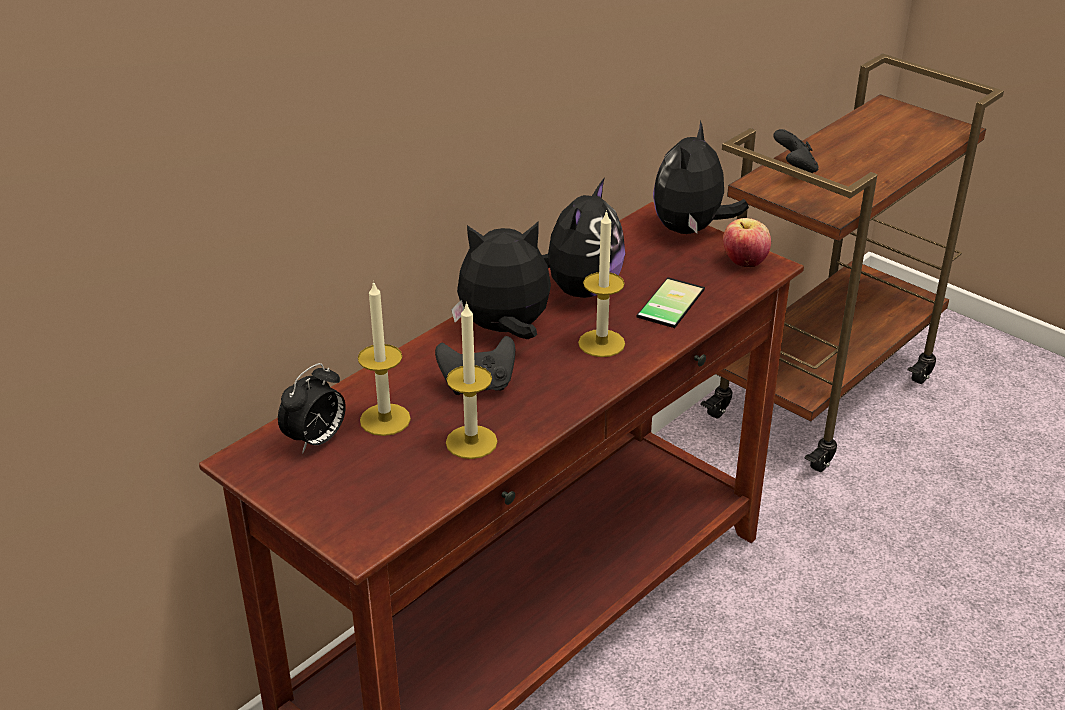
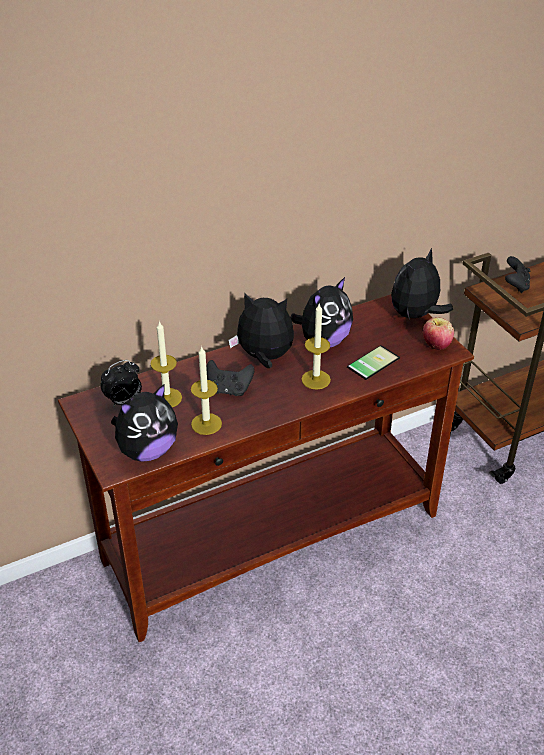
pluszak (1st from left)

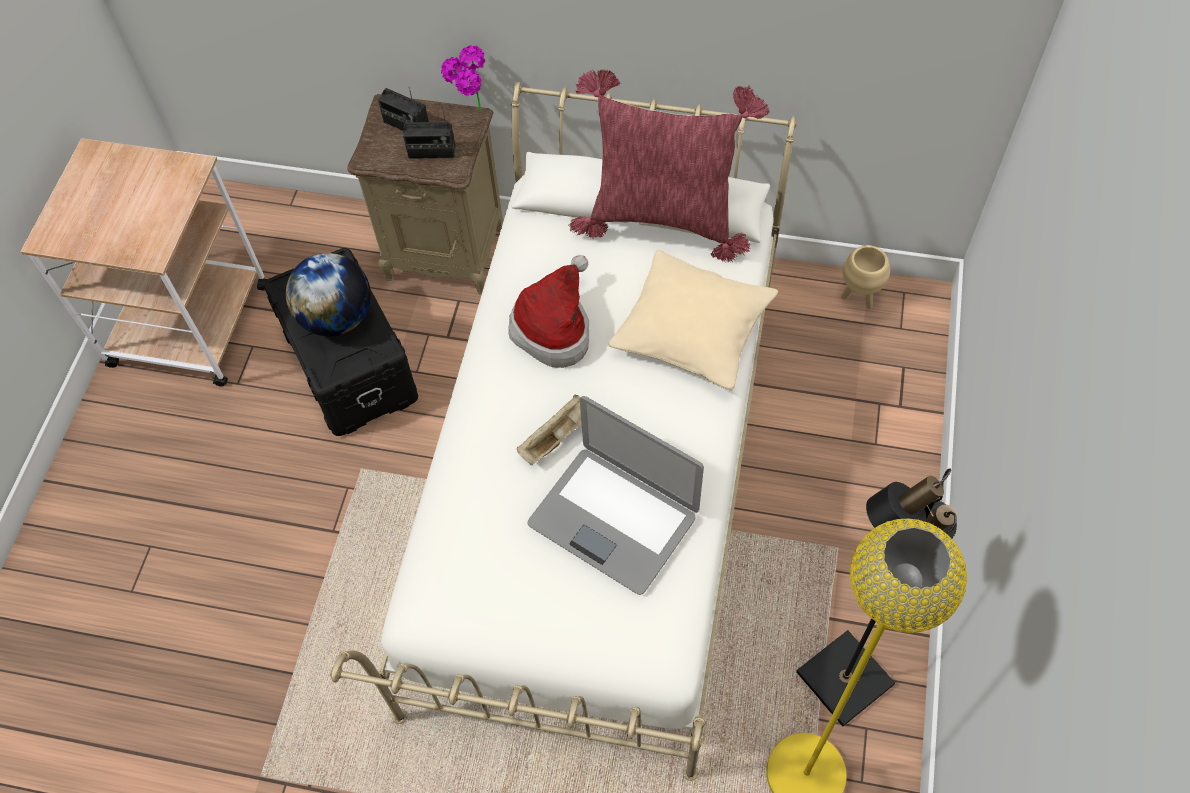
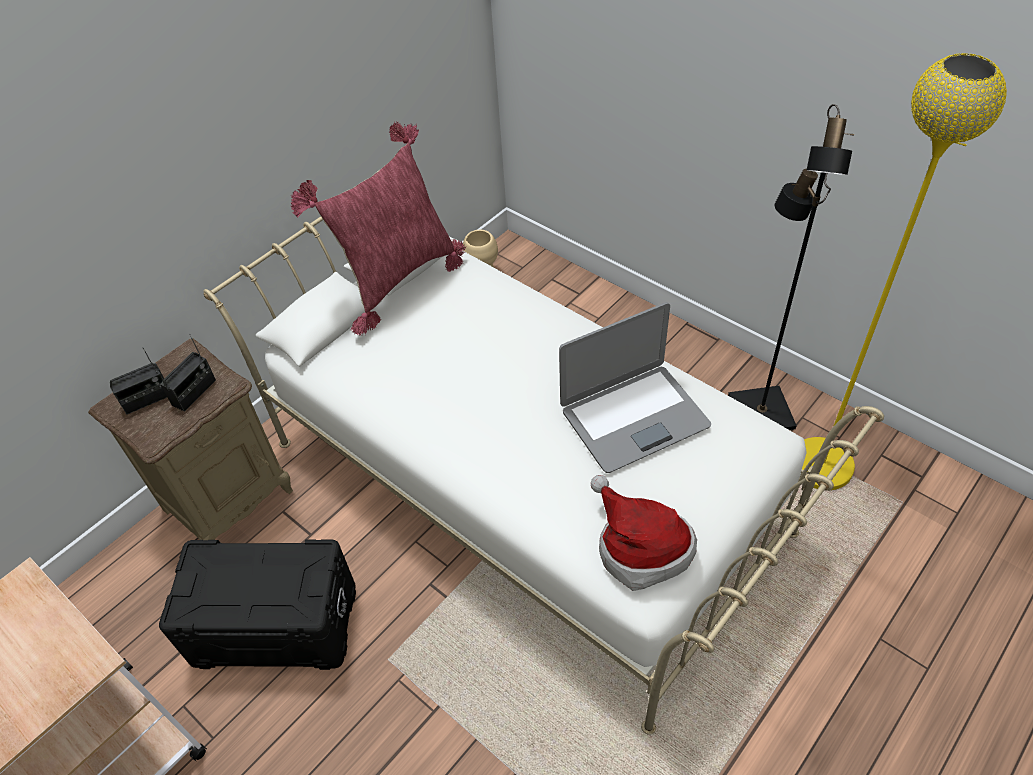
globus
roślina doniczkowa
taca/beżowy
poduszka/beżowy
kapelusz

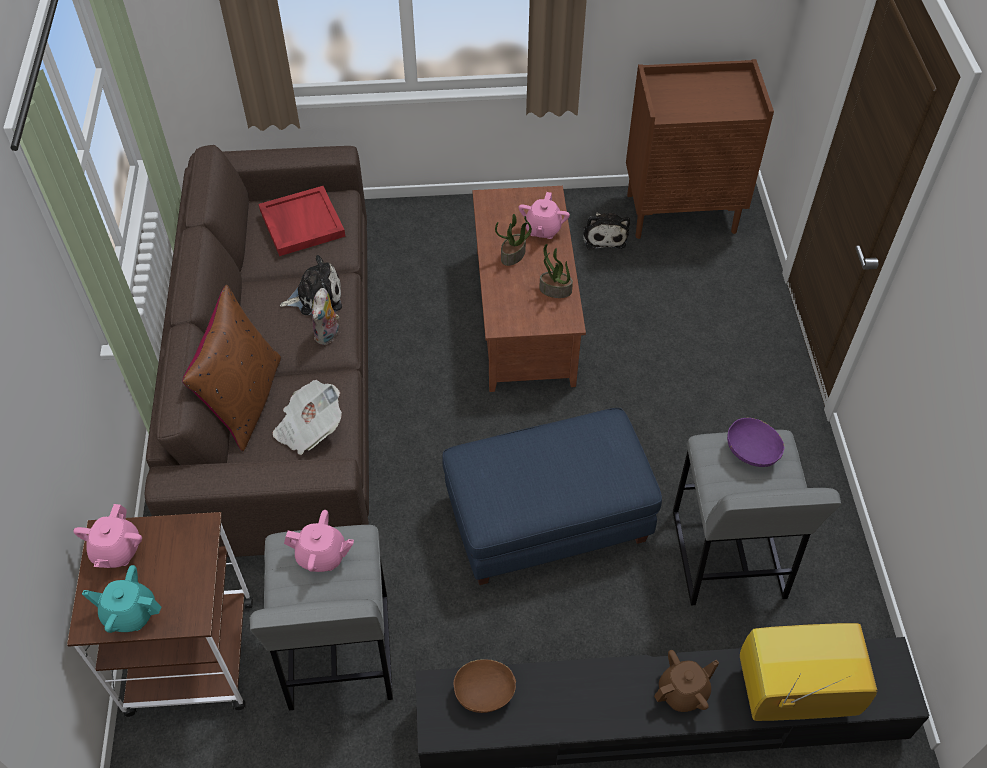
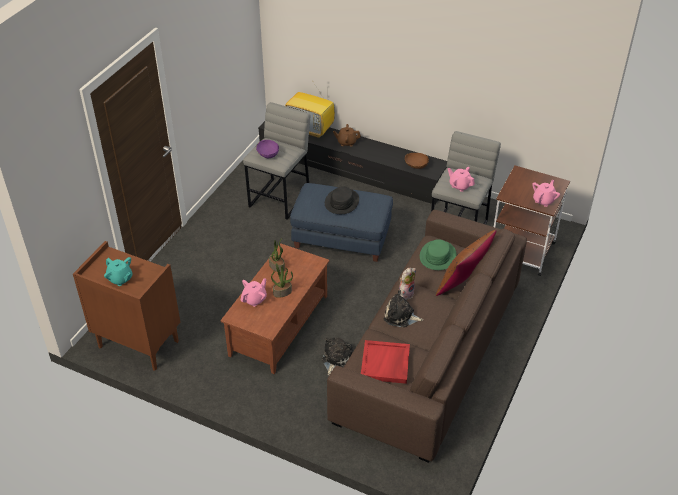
kapelusz/czarny
imbryk/turkusowy
pluszak (1st from left)
kapelusz/zielony

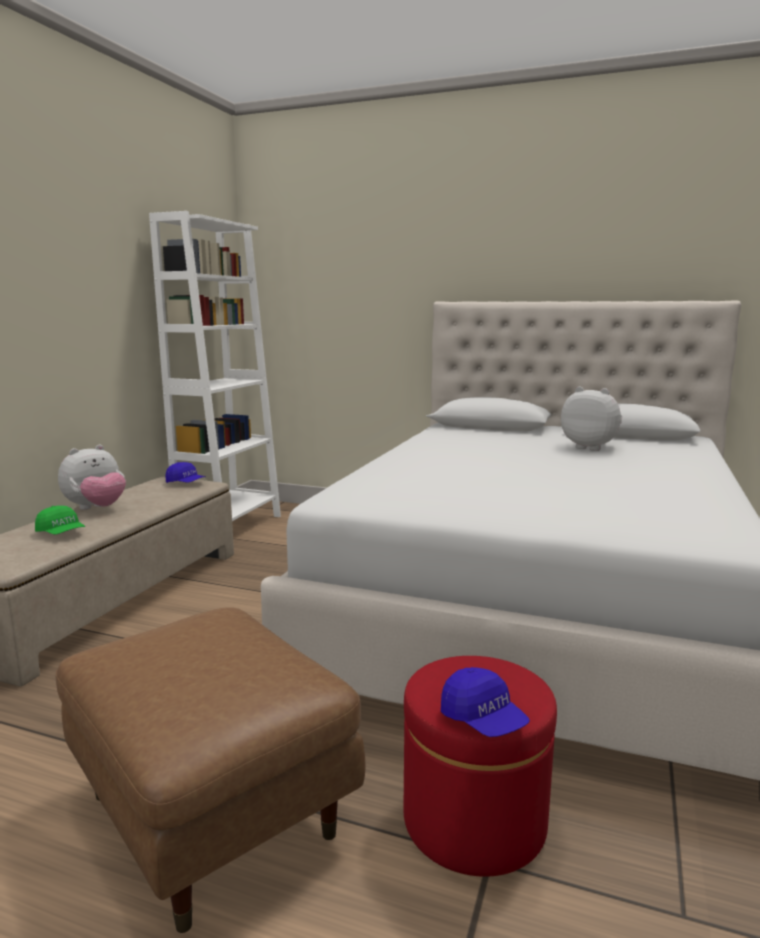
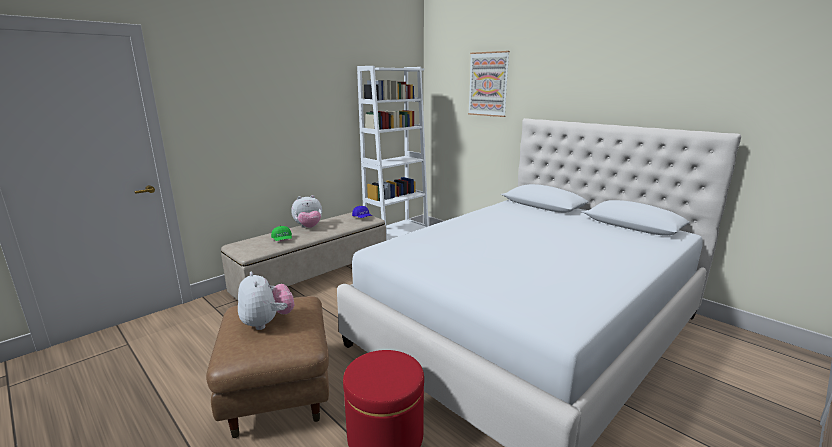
czapka z daszkiem/niebieski (2nd from left in the first image)
obraz
pluszak (1st from left)

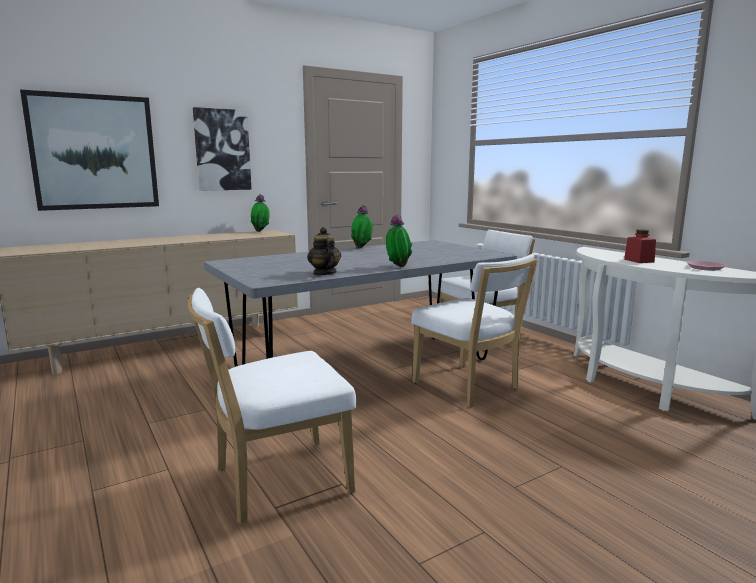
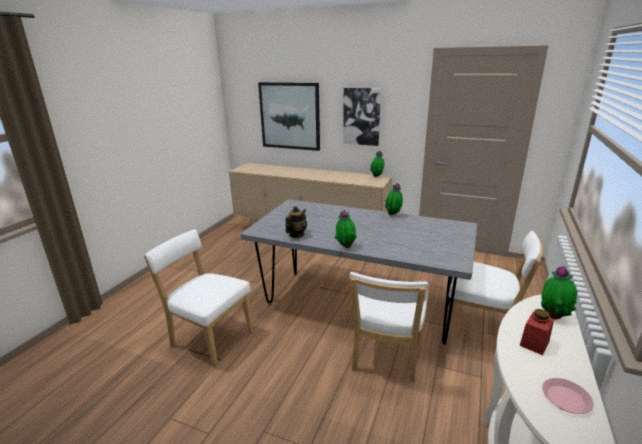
roślina doniczkowa (4th from left)

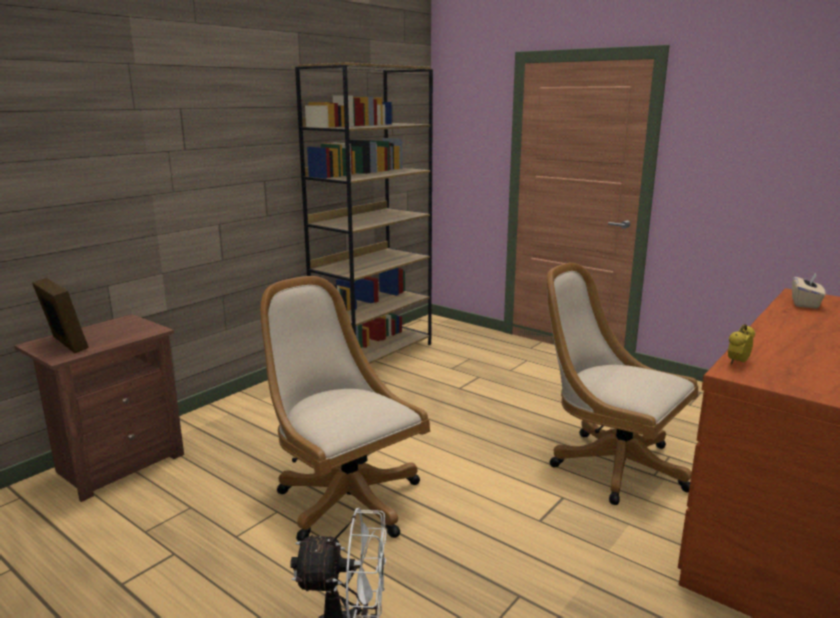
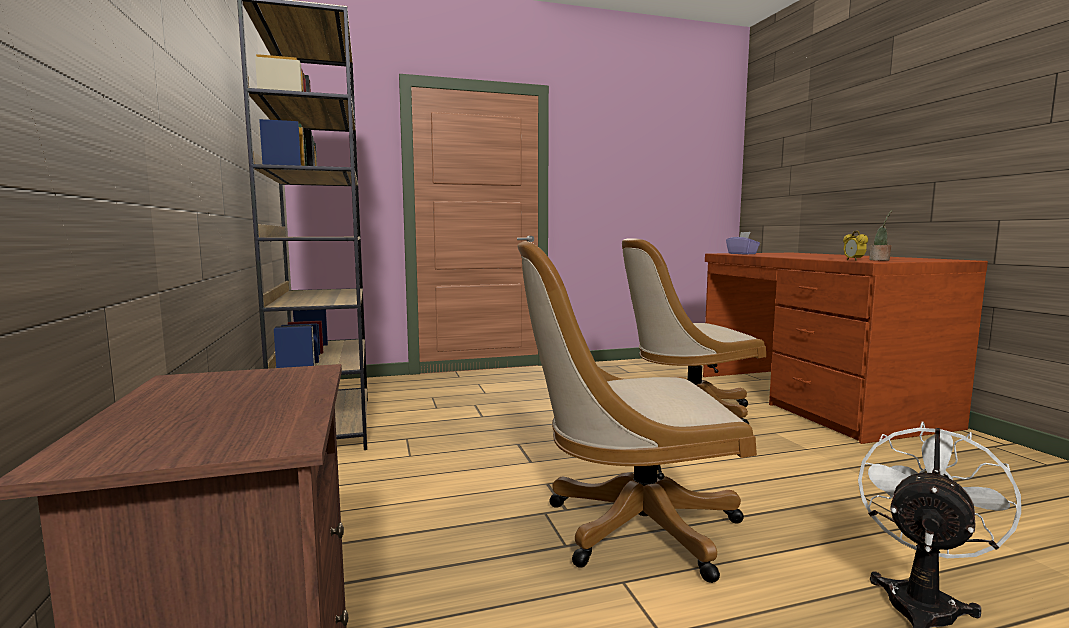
ramka na zdjęcie
roślina doniczkowa
pudełko chusteczek/fioletowy

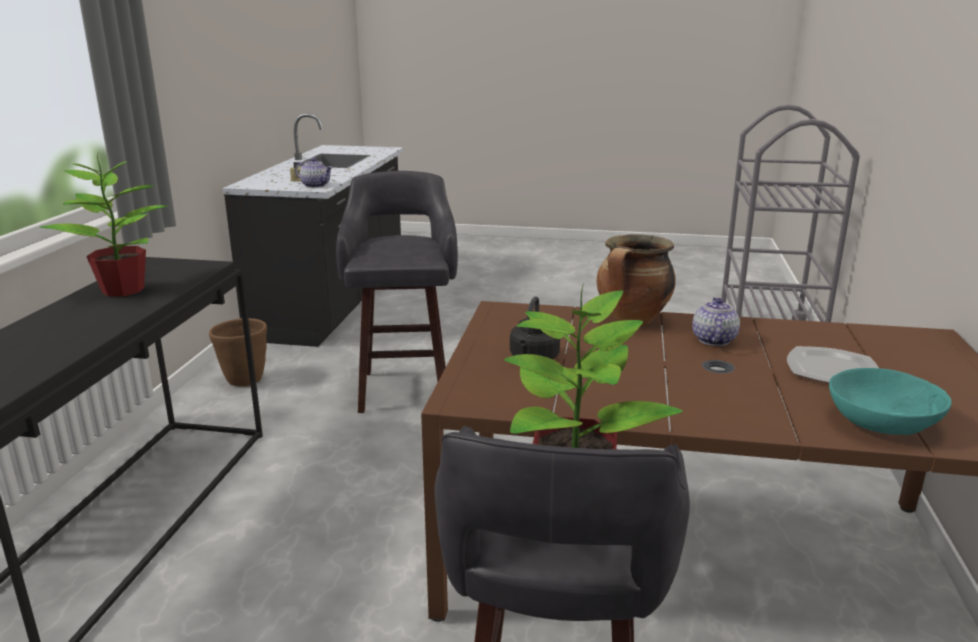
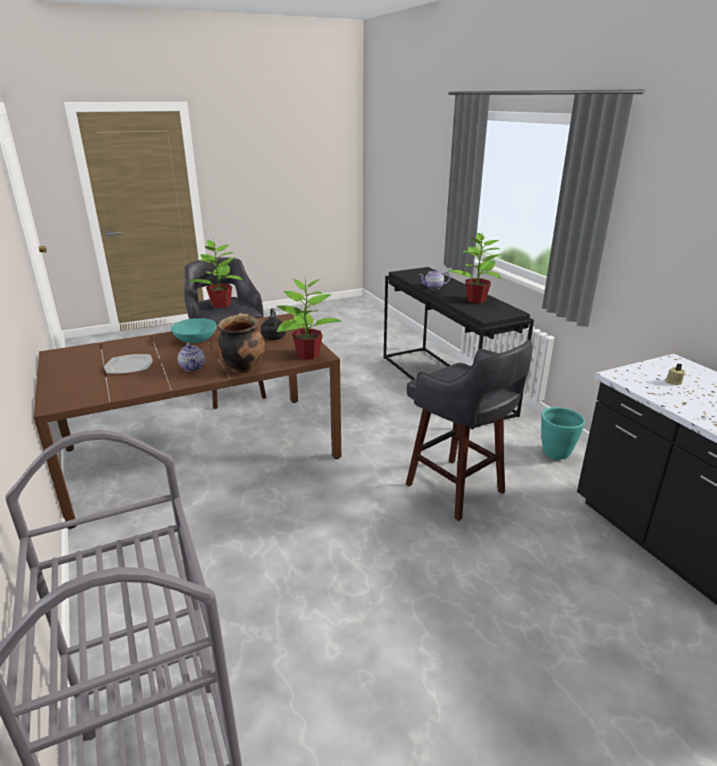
roślina doniczkowa (2nd from left)
imbryk (2nd from left)
miska/turkusowy
donica/turkusowy

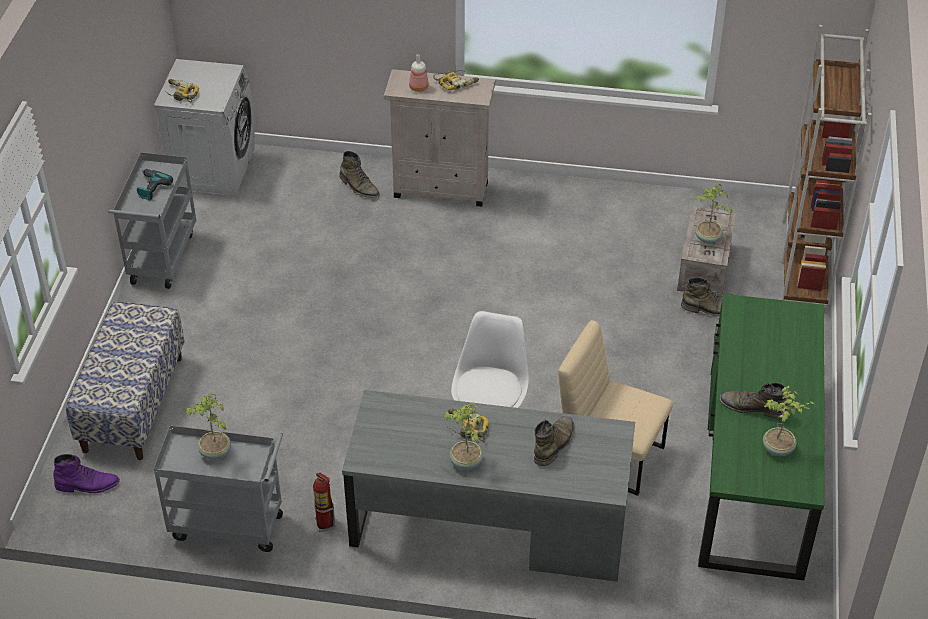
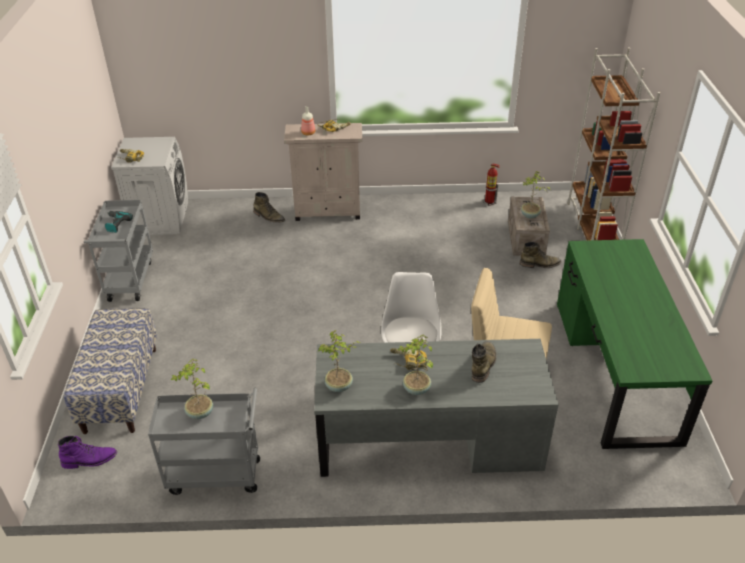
but z cholewką/zielony (4th from left in the first image)
gaśnica
roślina doniczkowa (2nd from left)

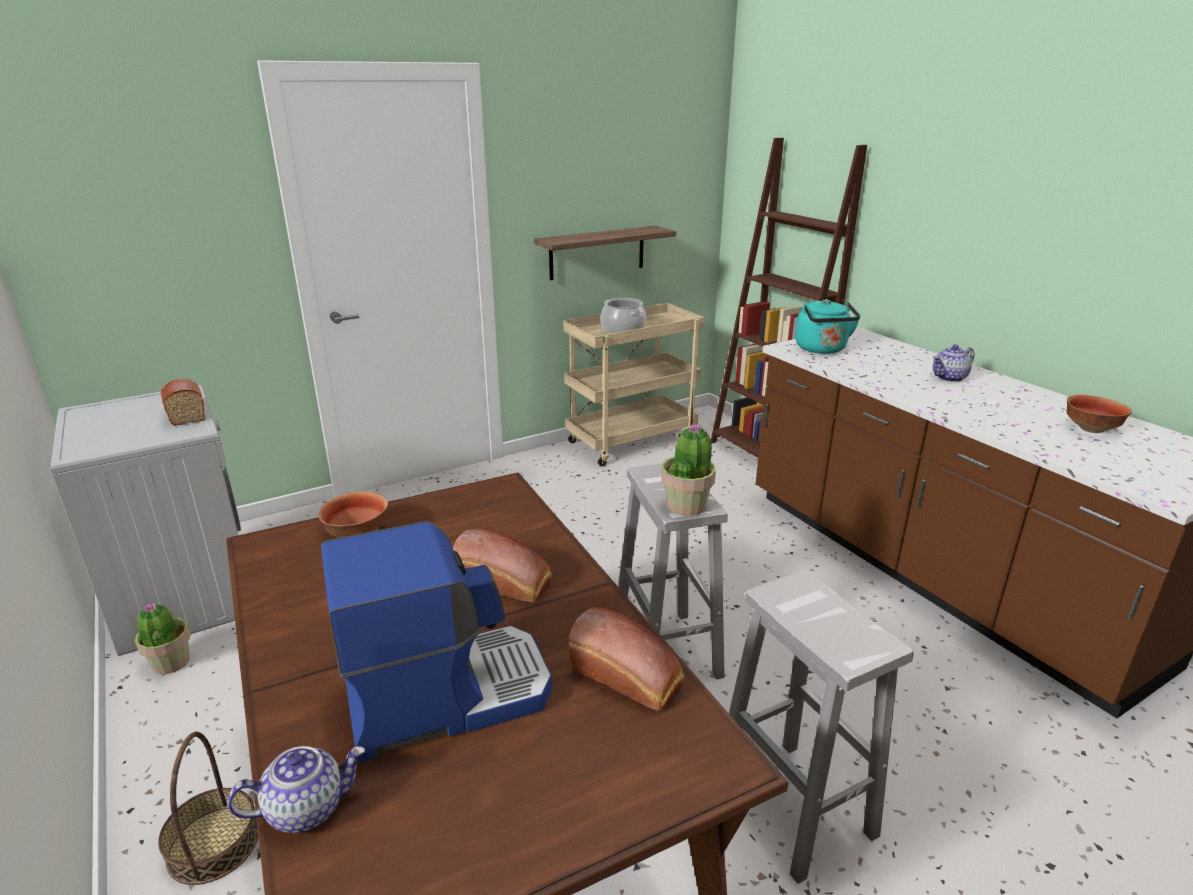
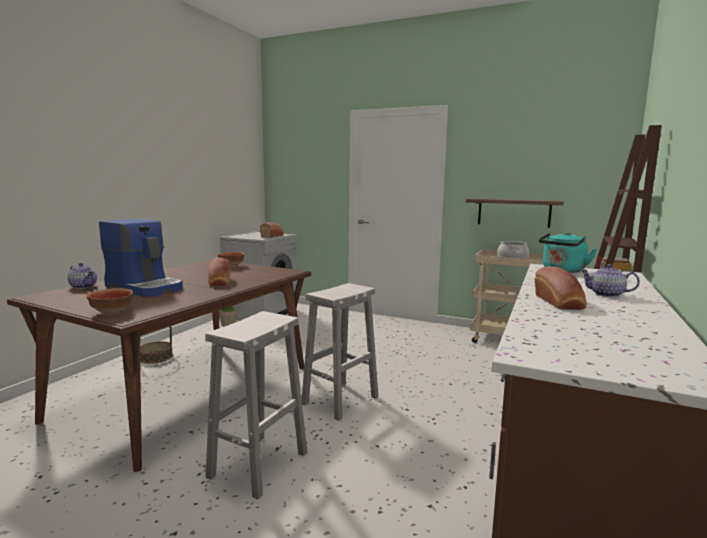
roślina doniczkowa (2nd from left in the first image)
chleb (3rd from left)
miska (1st from left)

